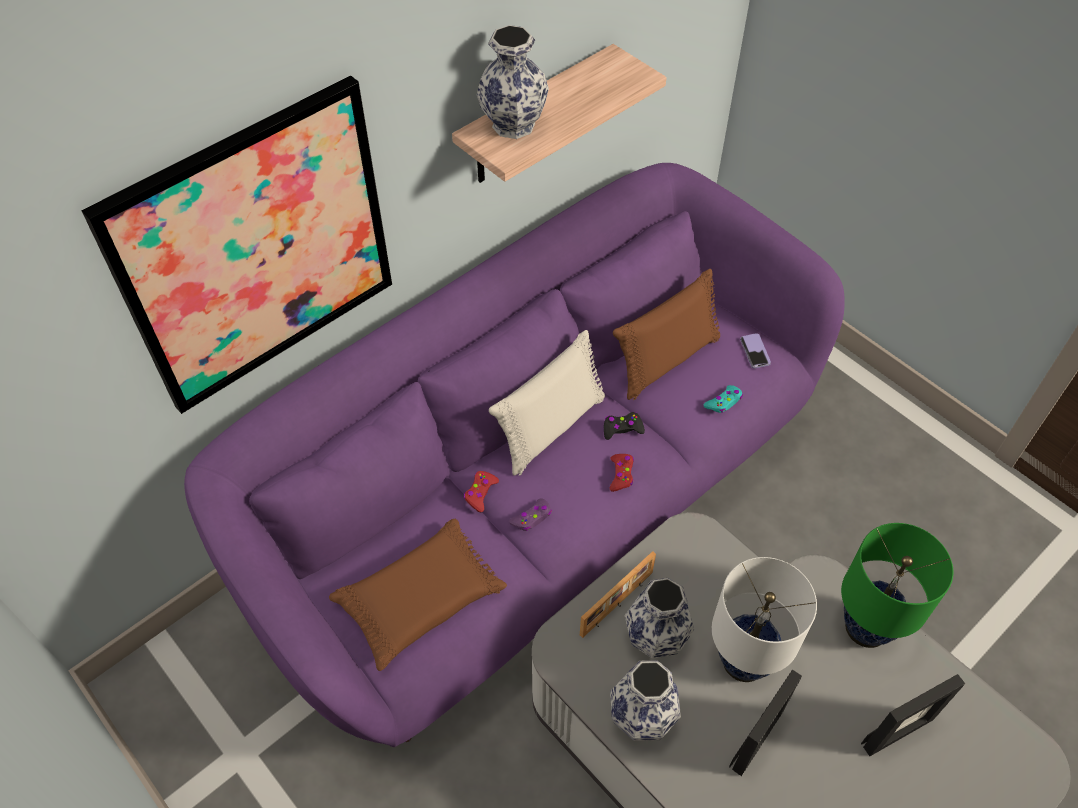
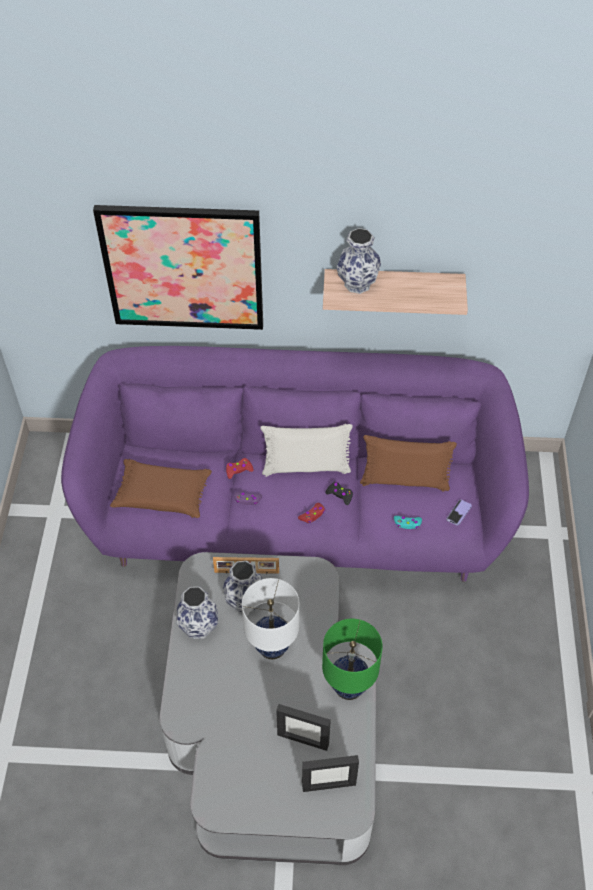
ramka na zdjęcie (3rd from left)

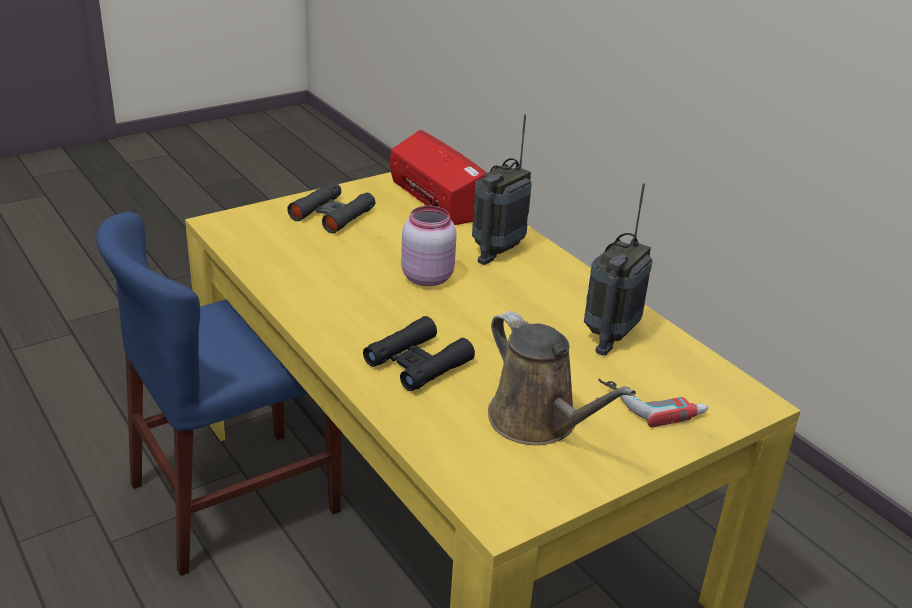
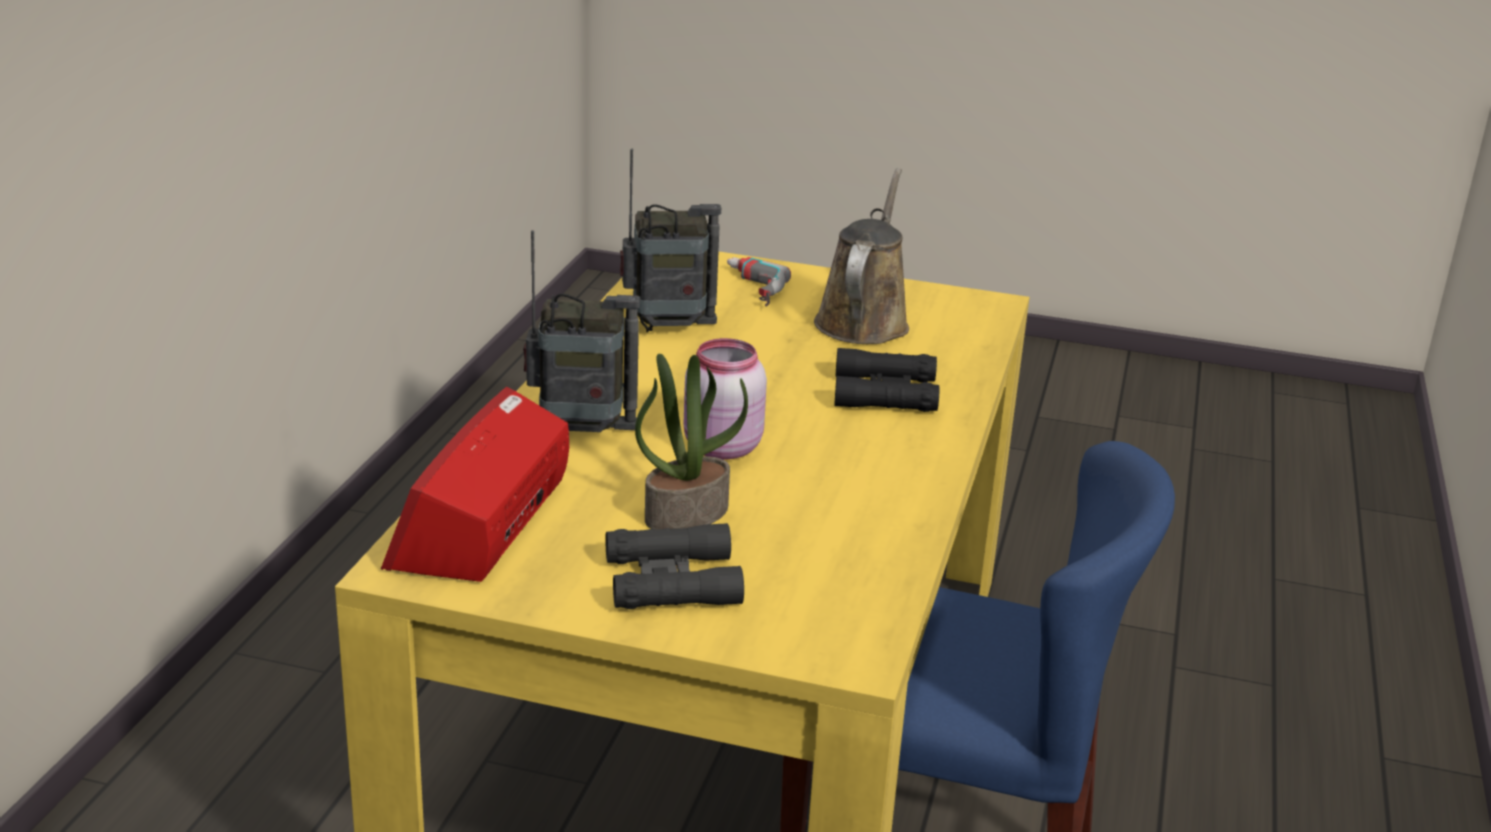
roślina doniczkowa

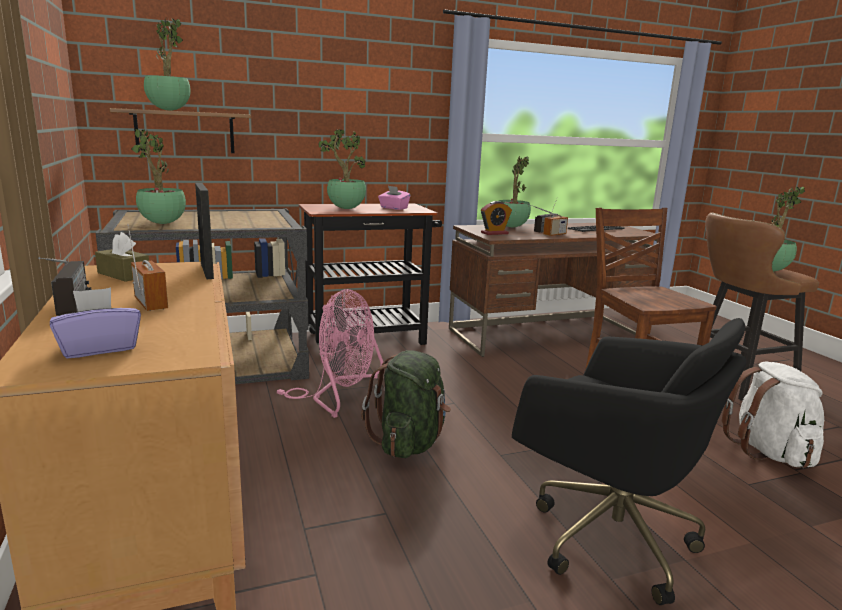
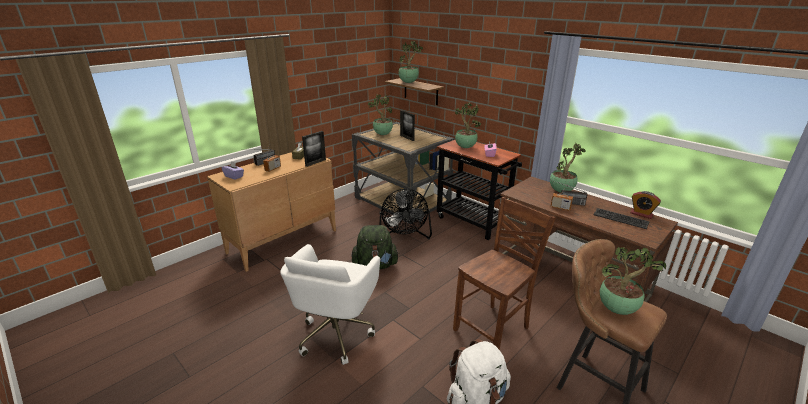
ramka na zdjęcie (2nd from left)
budzik
wentylator/czarny
krzesło biurowe/biały

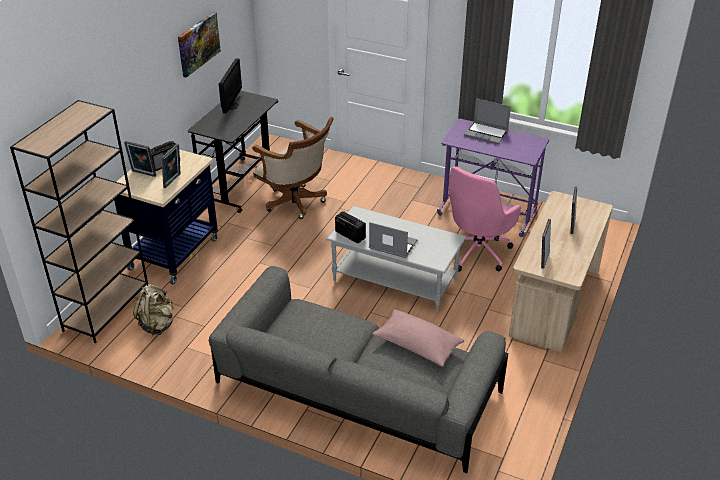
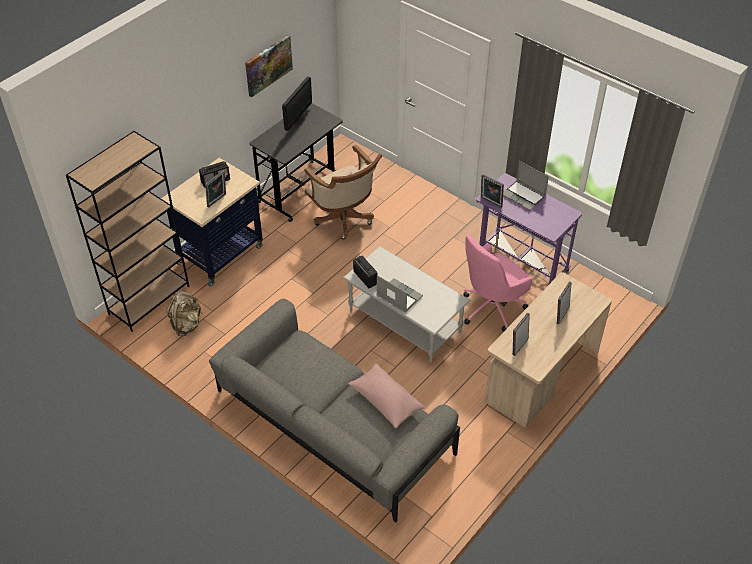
ramka na zdjęcie (2nd from left)

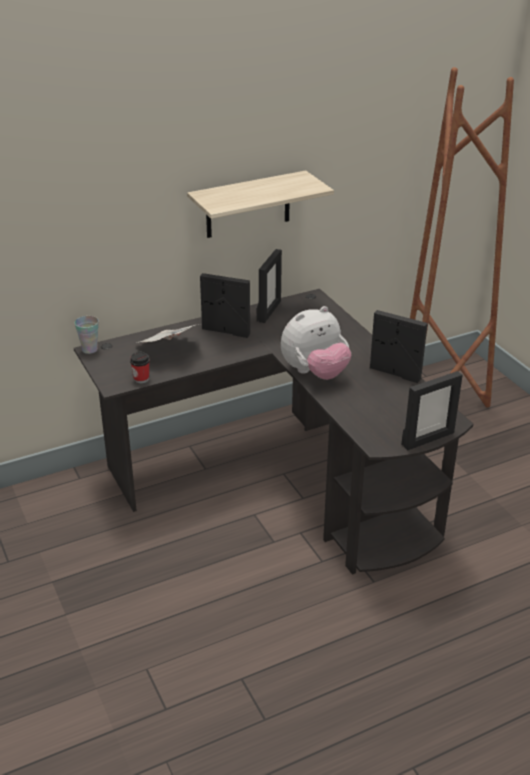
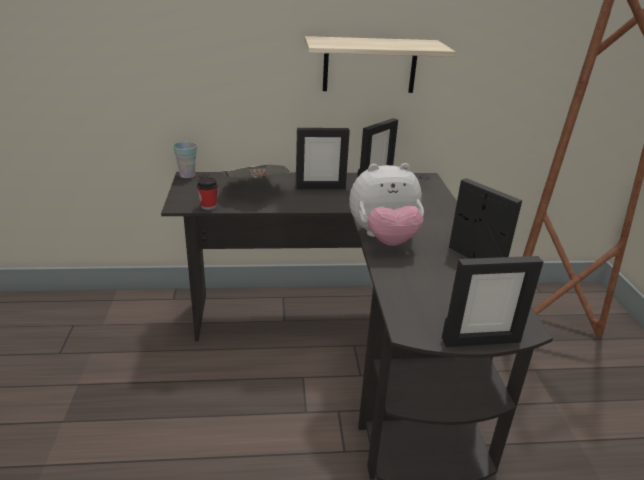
ramka na zdjęcie (1st from left)

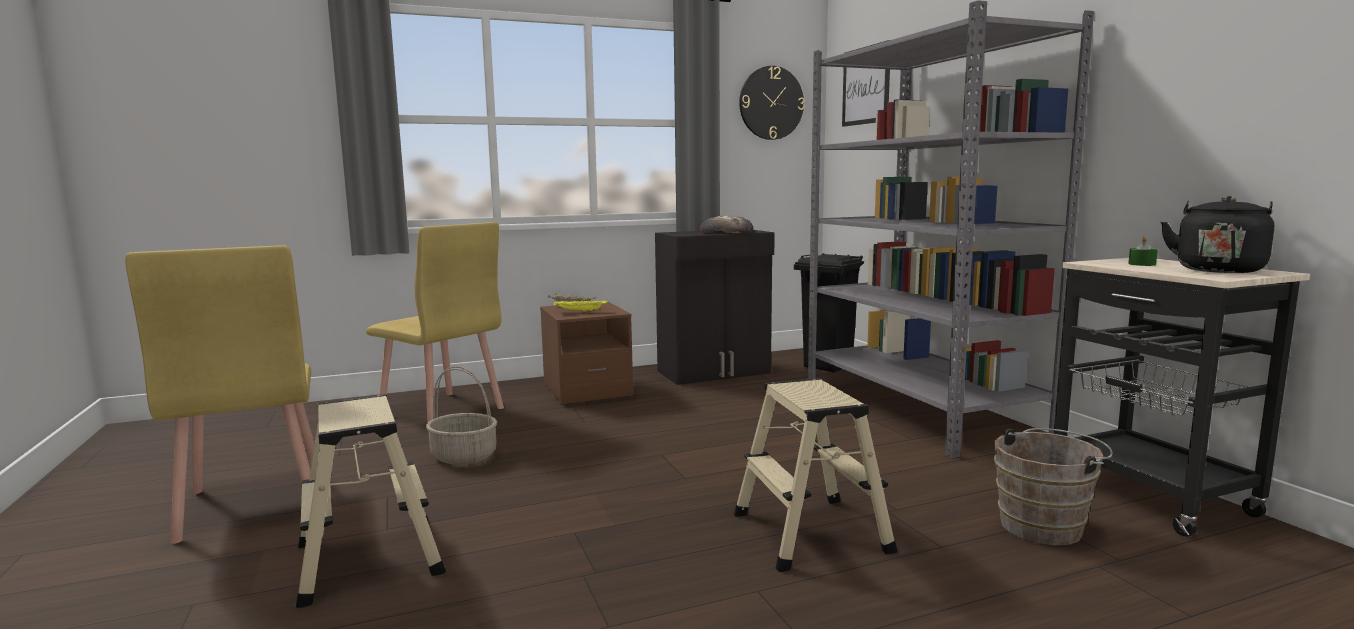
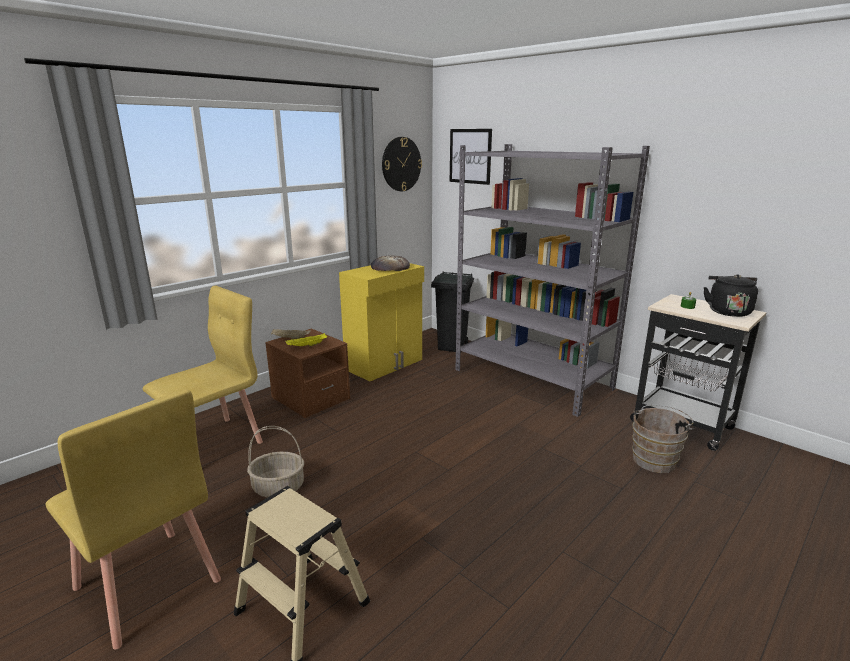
drabinka/beżowy (2nd from left in the first image)
szafka/żółty
krzesło/żółty (2nd from left)

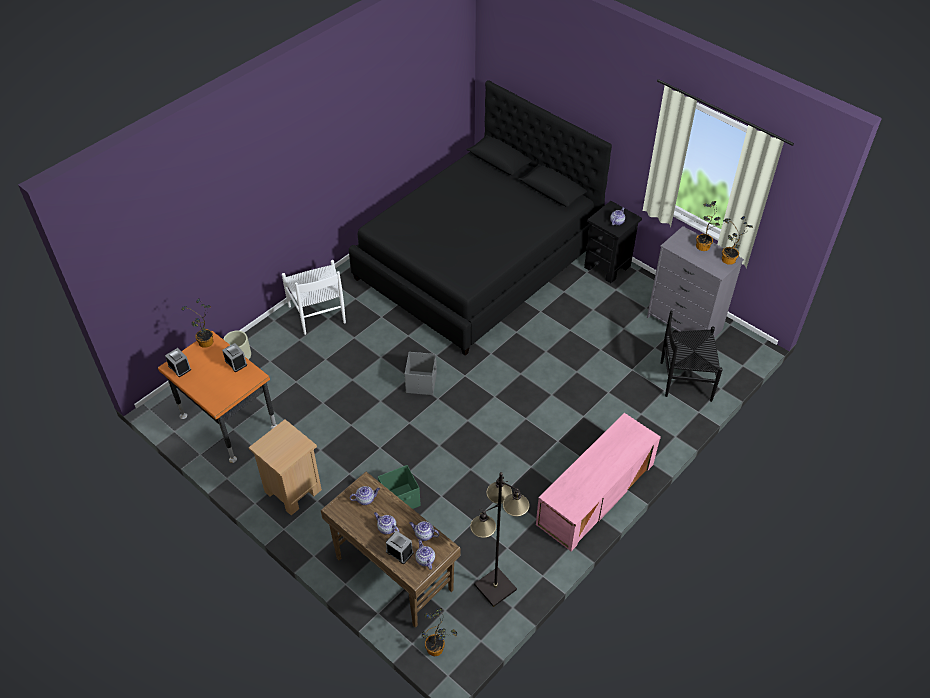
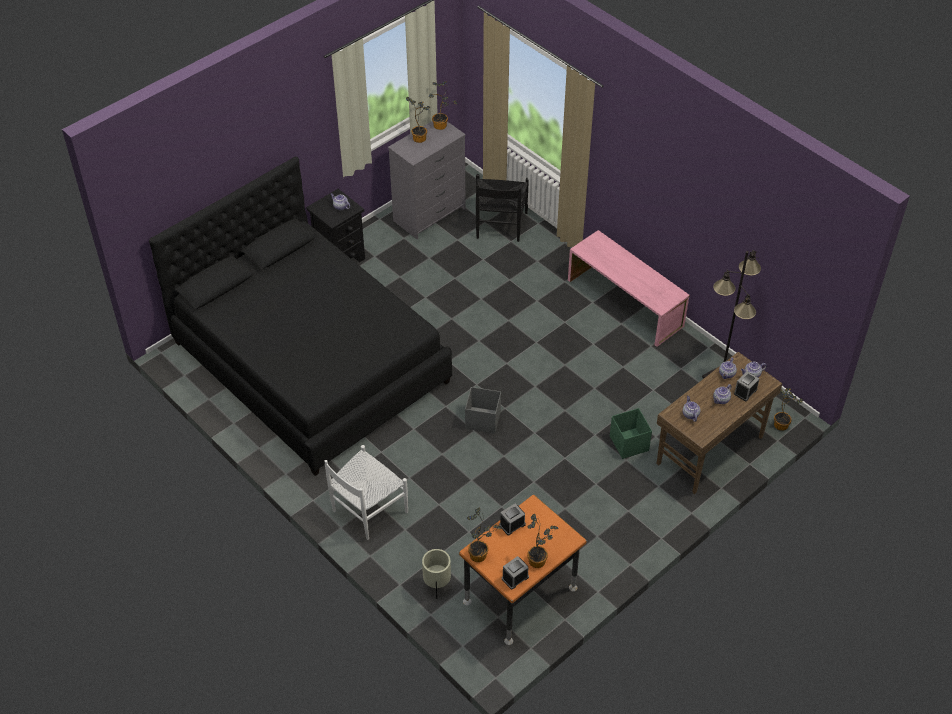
szafka nocna/beżowy
roślina doniczkowa (4th from left)
krzesło/biały

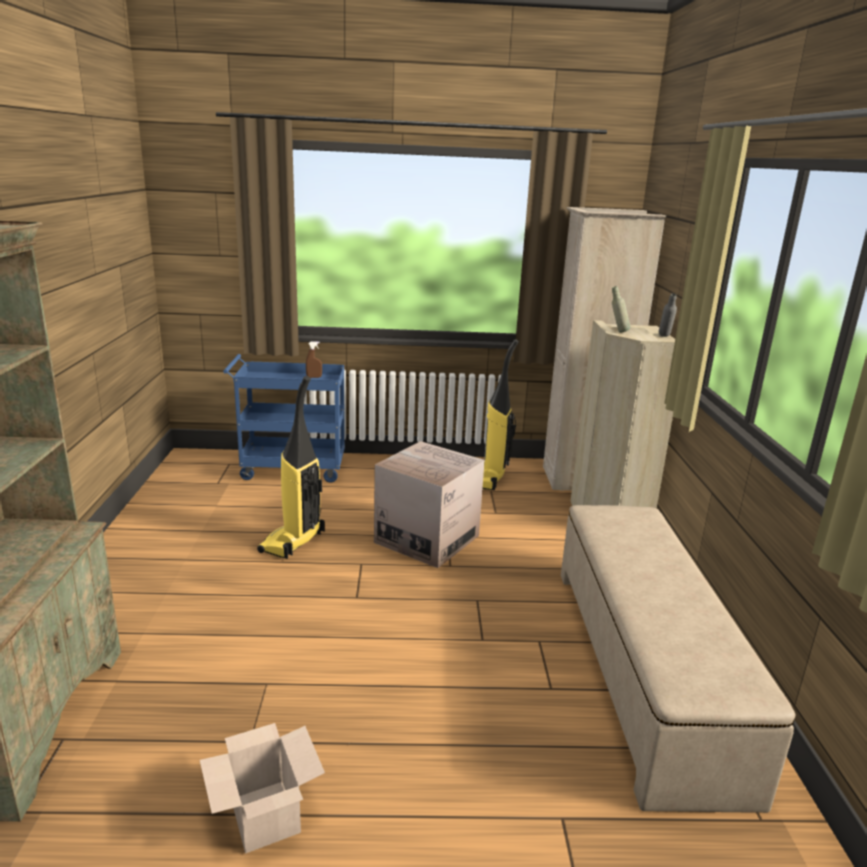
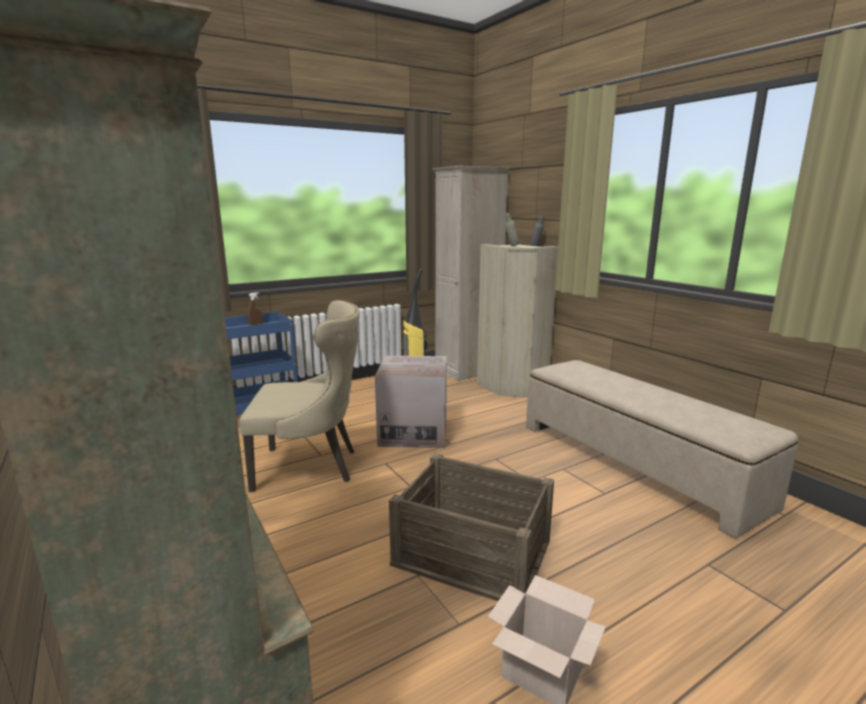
skrzynka
krzesło/beżowy

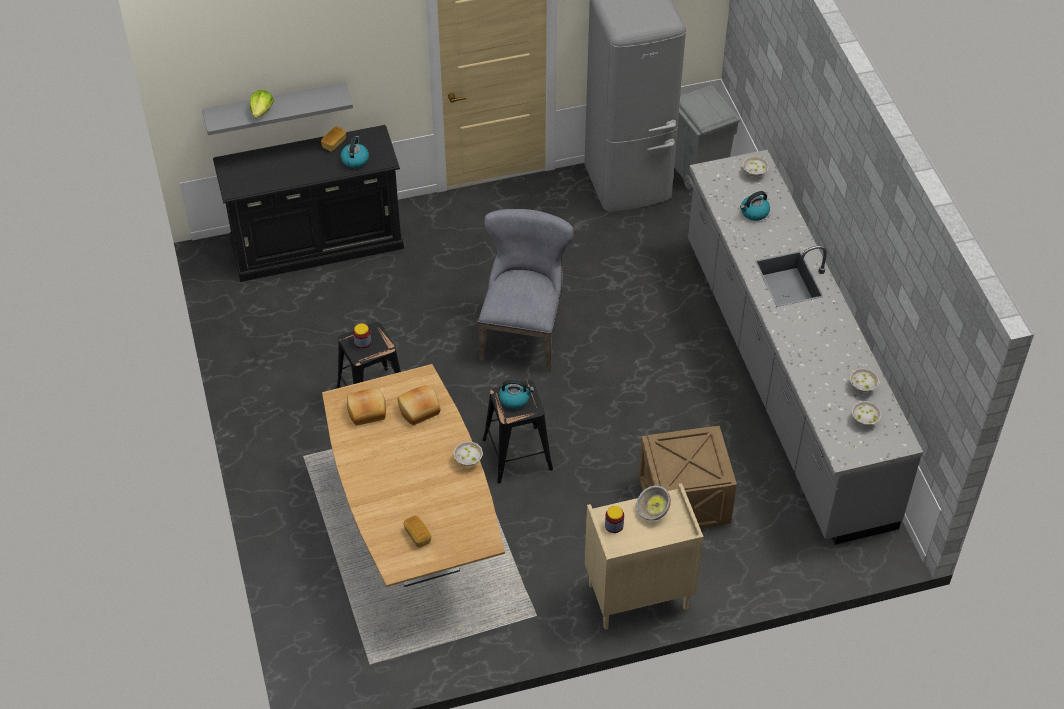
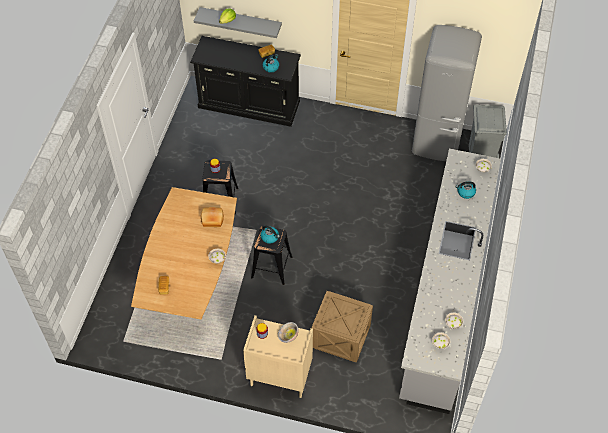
chleb (2nd from left in the first image)
krzesło/szary

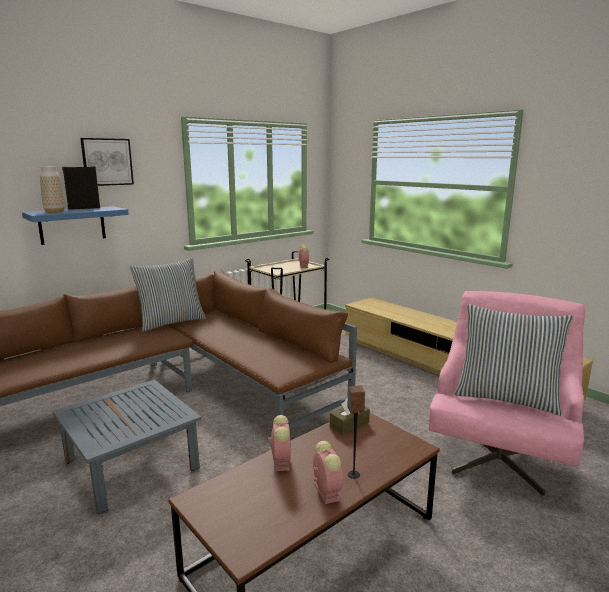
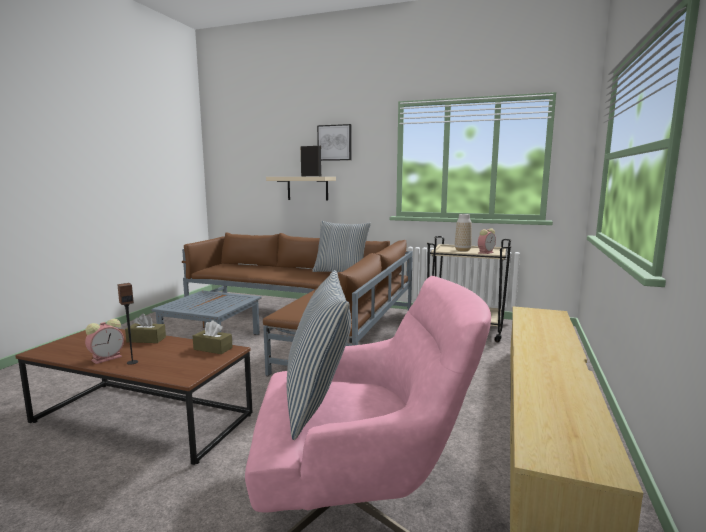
wazon
pudełko chusteczek/brązowy (1st from left)
półka/beżowy

